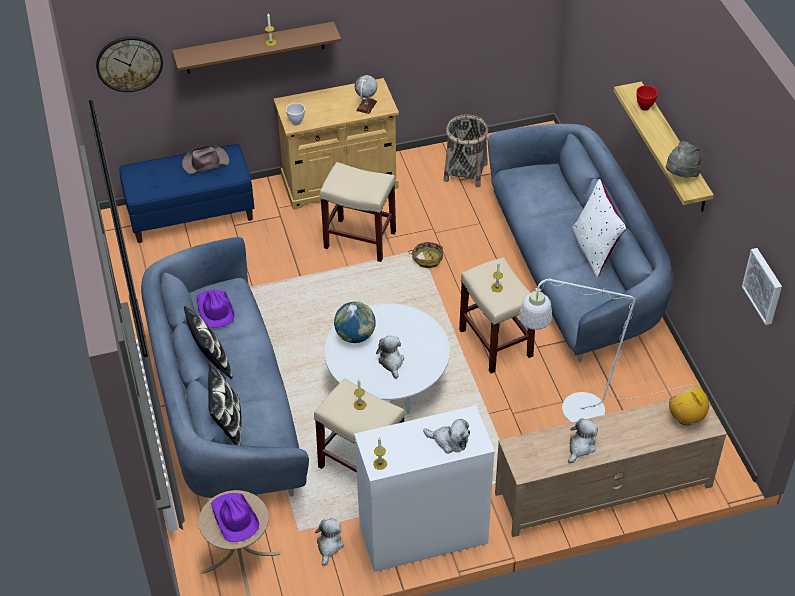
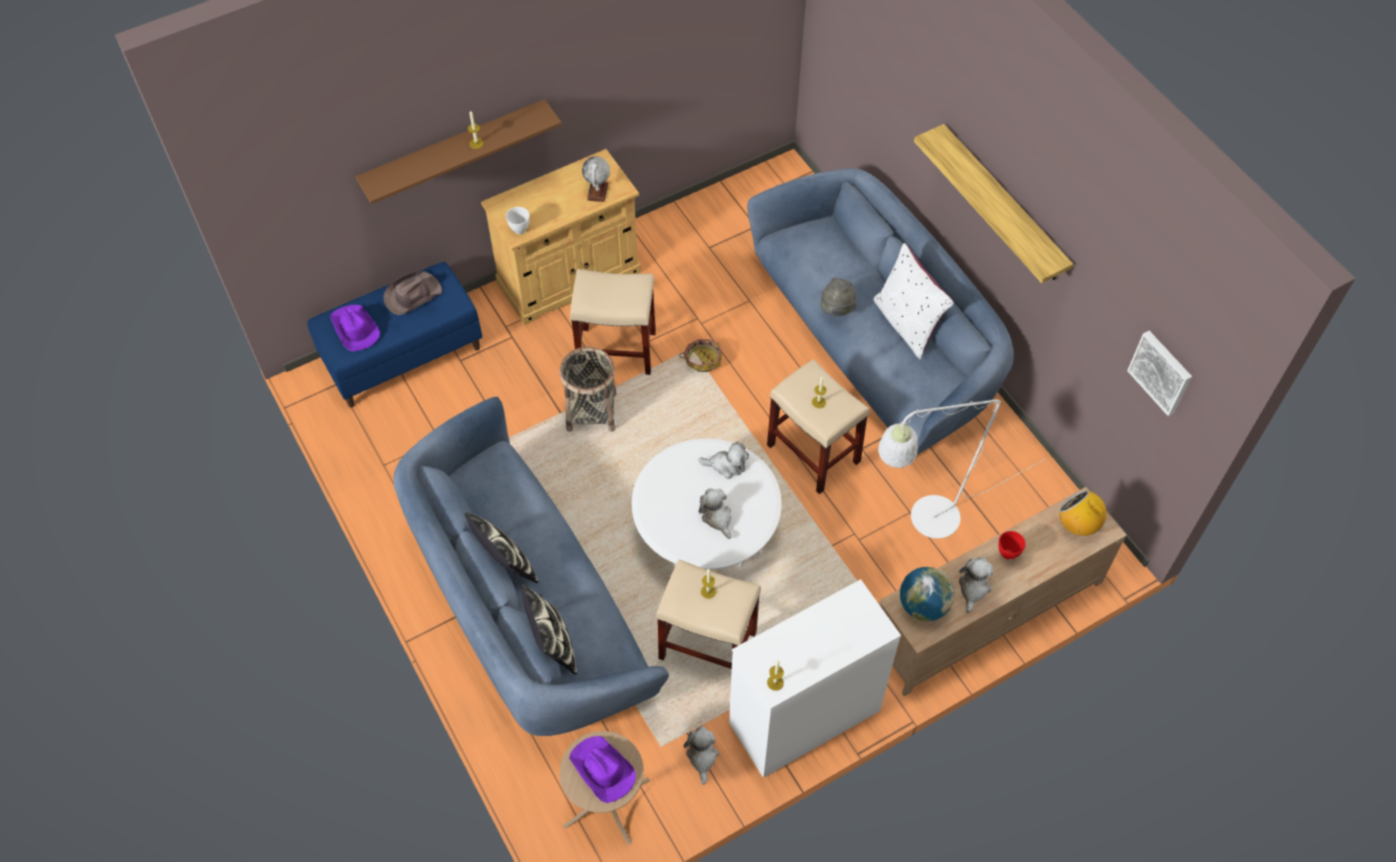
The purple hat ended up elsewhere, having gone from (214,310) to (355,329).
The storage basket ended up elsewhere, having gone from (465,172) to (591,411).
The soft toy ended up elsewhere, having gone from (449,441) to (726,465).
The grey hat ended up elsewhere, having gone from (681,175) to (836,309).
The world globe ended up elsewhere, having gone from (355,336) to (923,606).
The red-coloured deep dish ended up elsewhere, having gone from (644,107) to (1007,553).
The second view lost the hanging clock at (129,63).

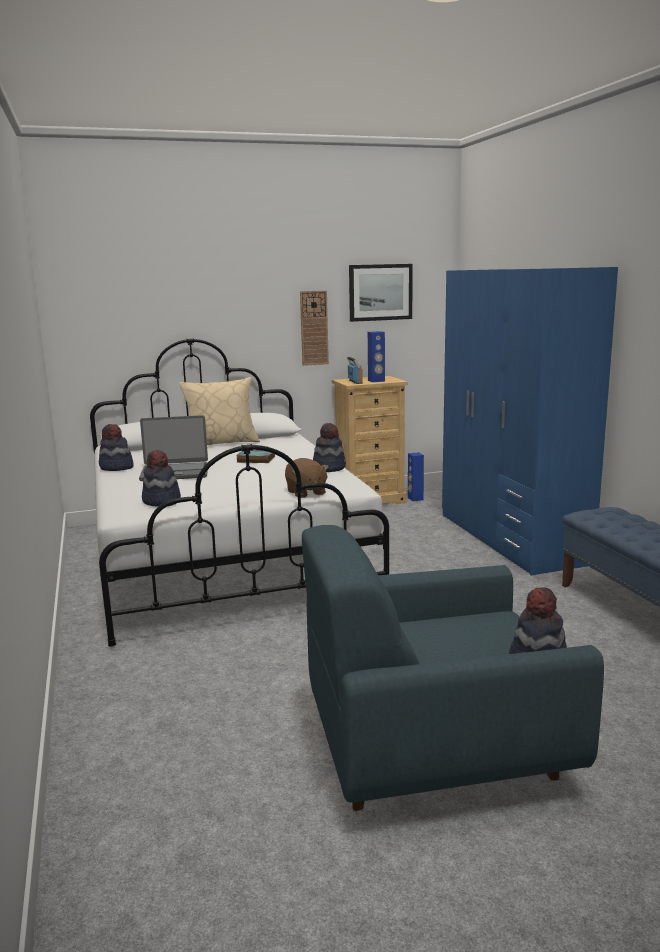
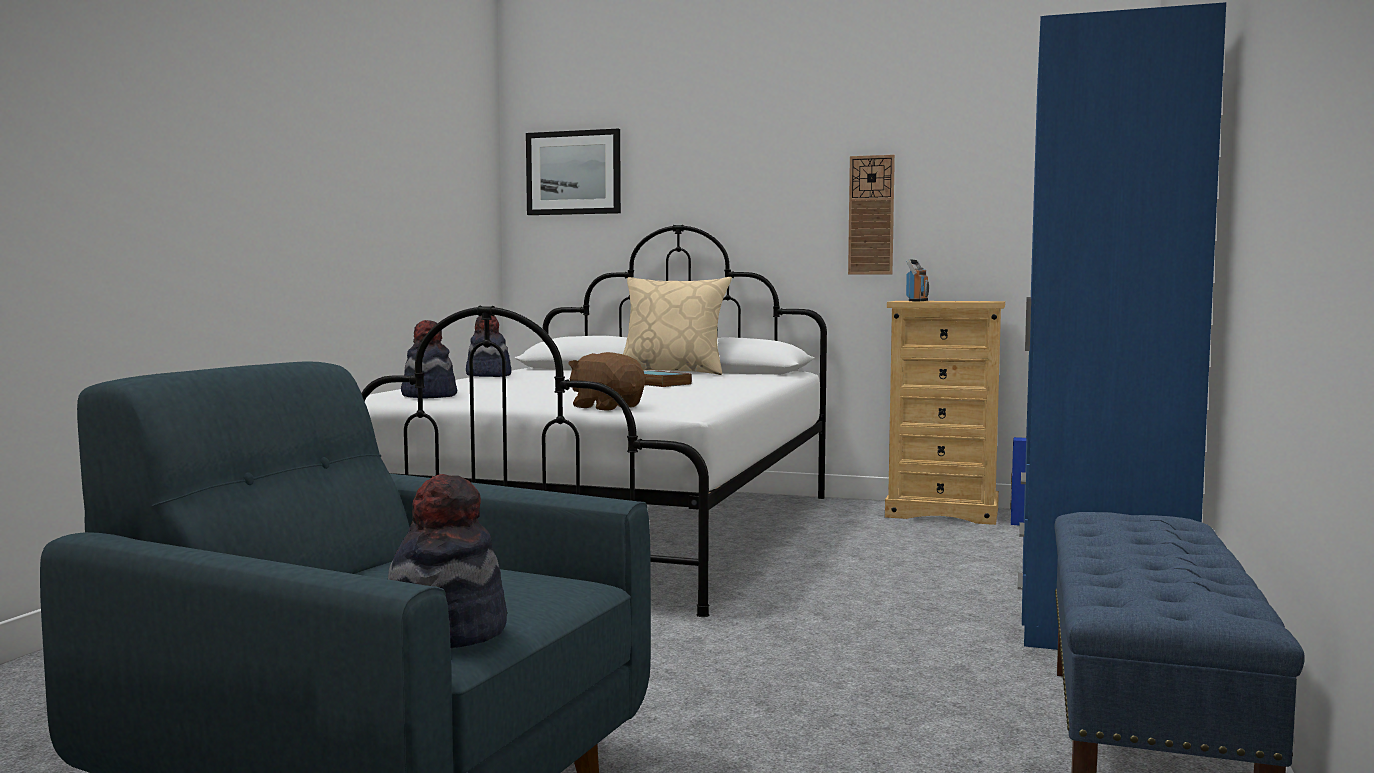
The wall art ended up elsewhere, having gone from (380,292) to (573,173).
The brown-coloured soft toy at (306,492) ended up facing another way, 120 degrees clockwise from before.
The second view lost the portable computer at (175,473).
The second view lost the hat at (329,468).
The second view lost the blue loudspeaker at (376,381).

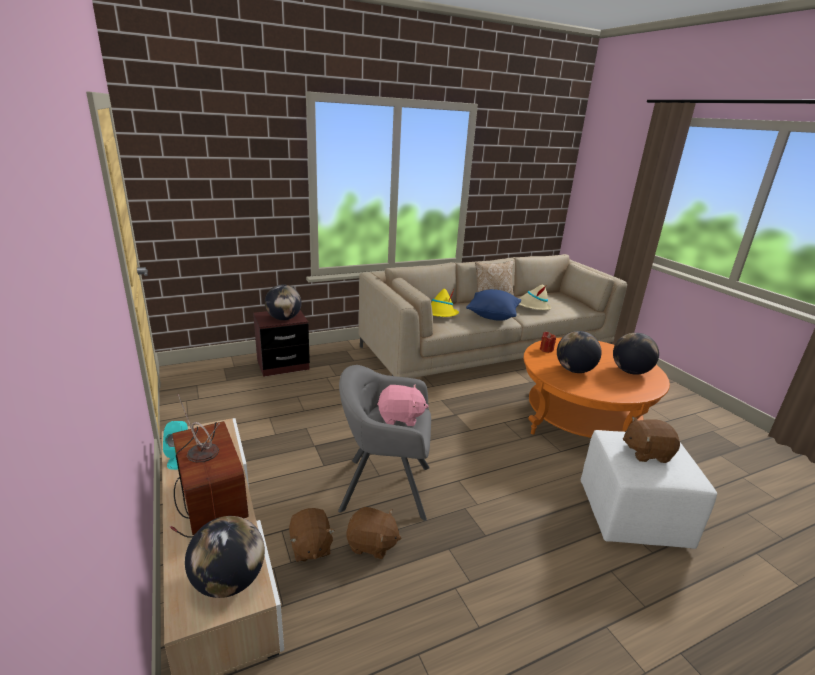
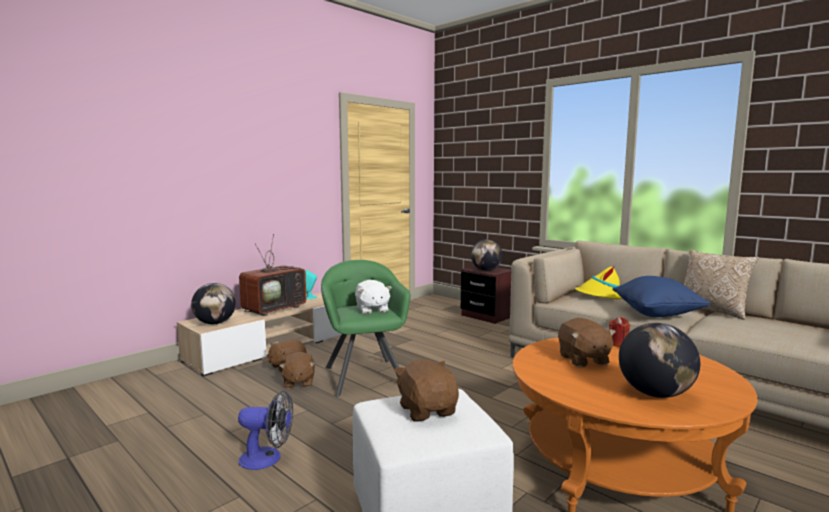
The second view gained the electric fan at (267,459).
What was the grey armchair at (385,487) turned into the greenish armchair at (365,376).
What was the pink soft toy at (400,418) turned into the white soft toy at (372,310).
Where the world globe stood at (574,370), the brown-coloured soft toy came to stand at (583,360).
The second view lost the beige hat at (532,307).

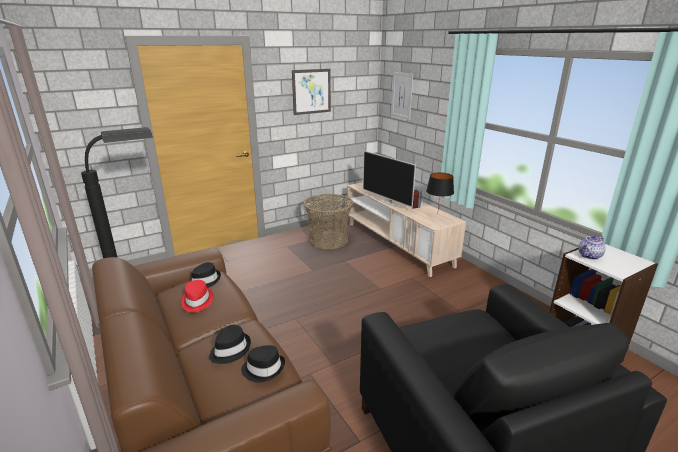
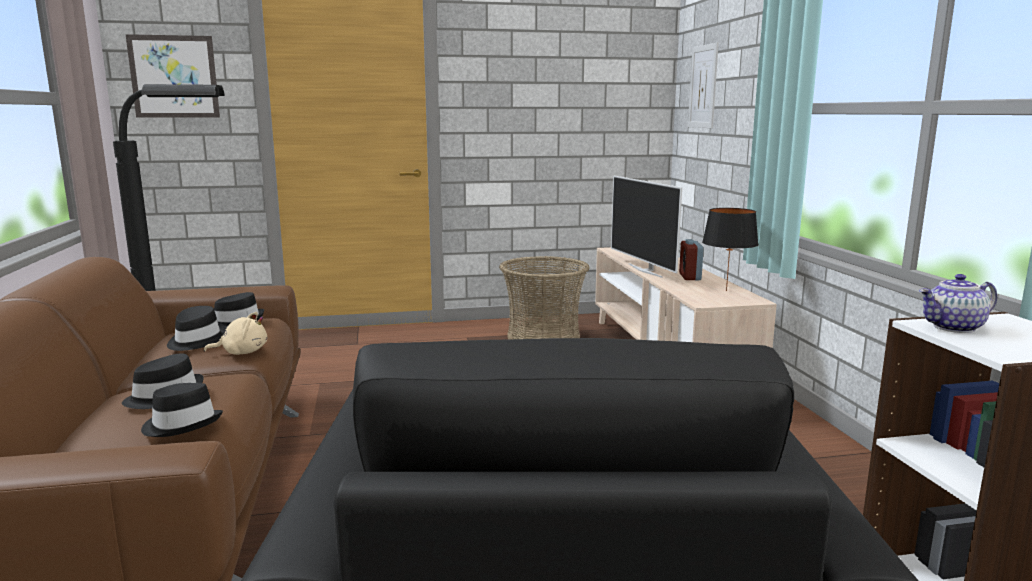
The wall art ended up elsewhere, having gone from (311,91) to (174,77).
What was the red-coloured hat at (196,301) turned into the black hat at (195,340).
The second view gained the beige soft toy at (242,352).

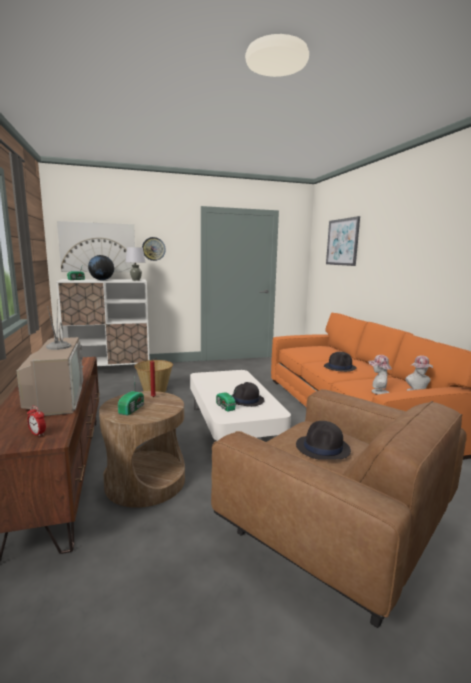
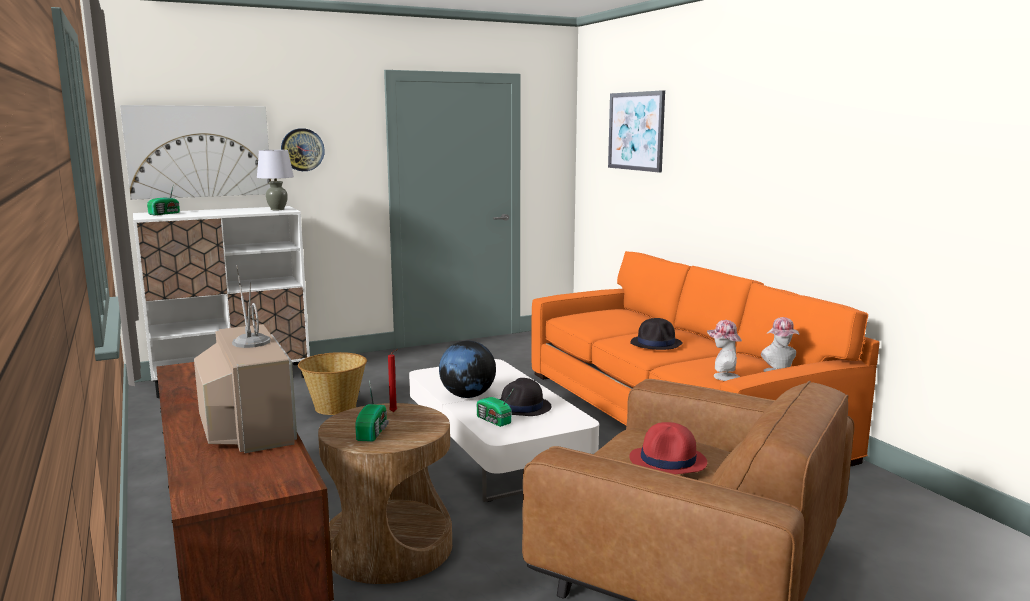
The world globe ended up elsewhere, having gone from (102,280) to (467,396).
What was the black hat at (323,448) turned into the red-coloured hat at (668,461).
The second view lost the alarm clock at (37,434).

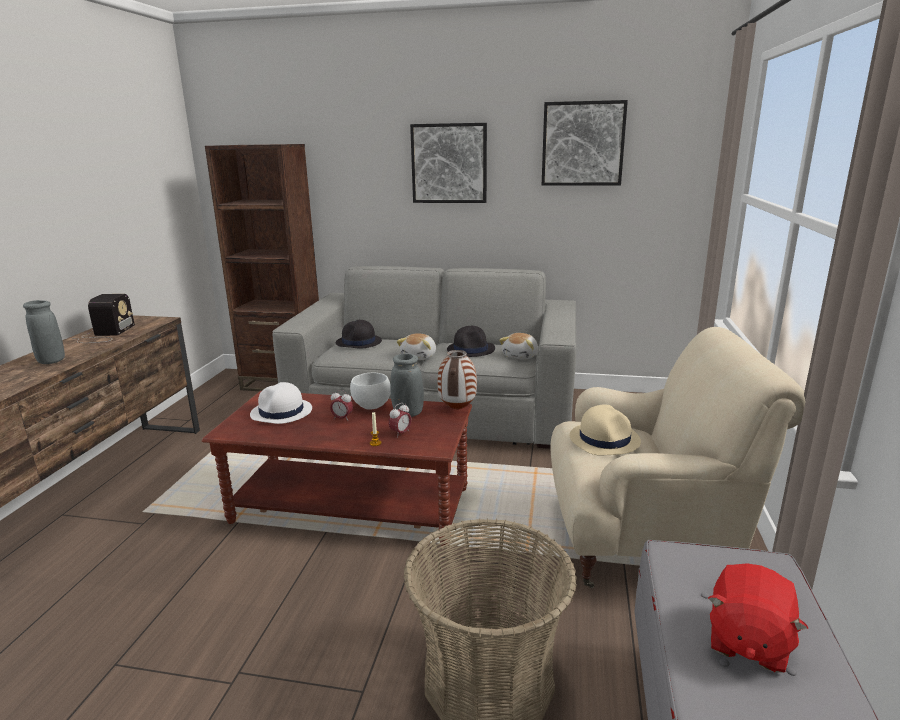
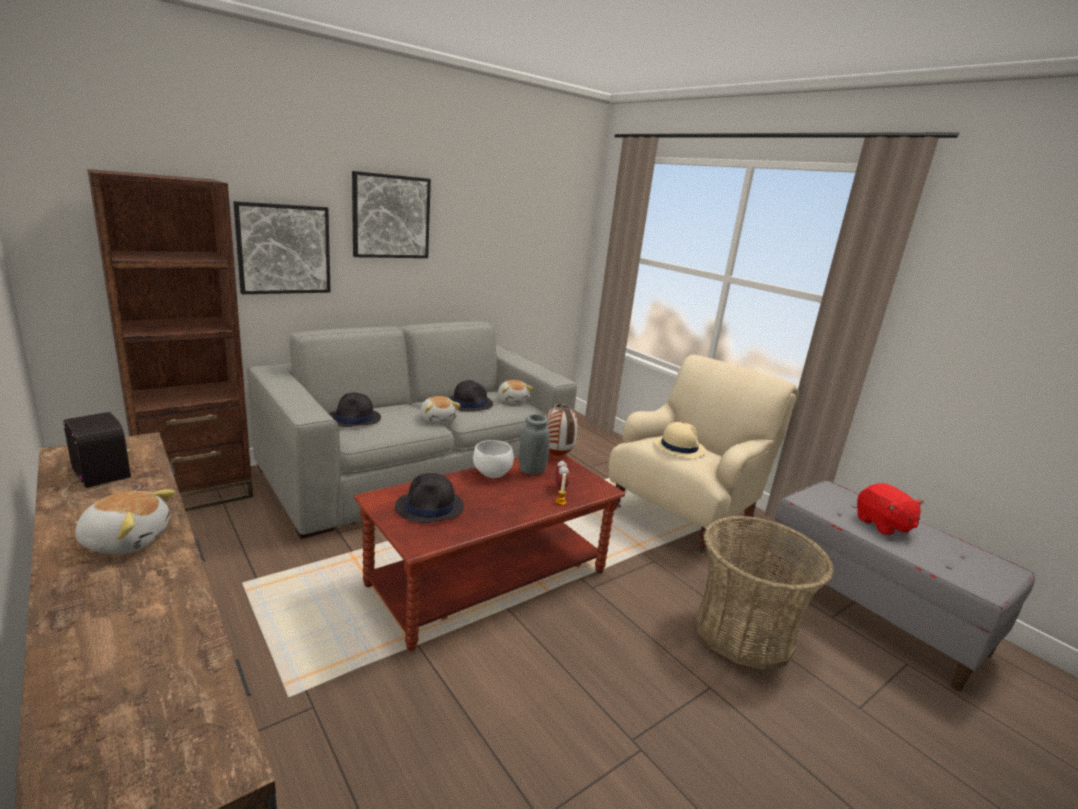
Where the grey decorative vase stood at (51,361), the soft toy came to stand at (126,540).
The wall art ended up elsewhere, having gone from (583,144) to (284,249).
What was the white hat at (281,412) turned into the black hat at (430,507).
The second view lost the alarm clock at (342,418).

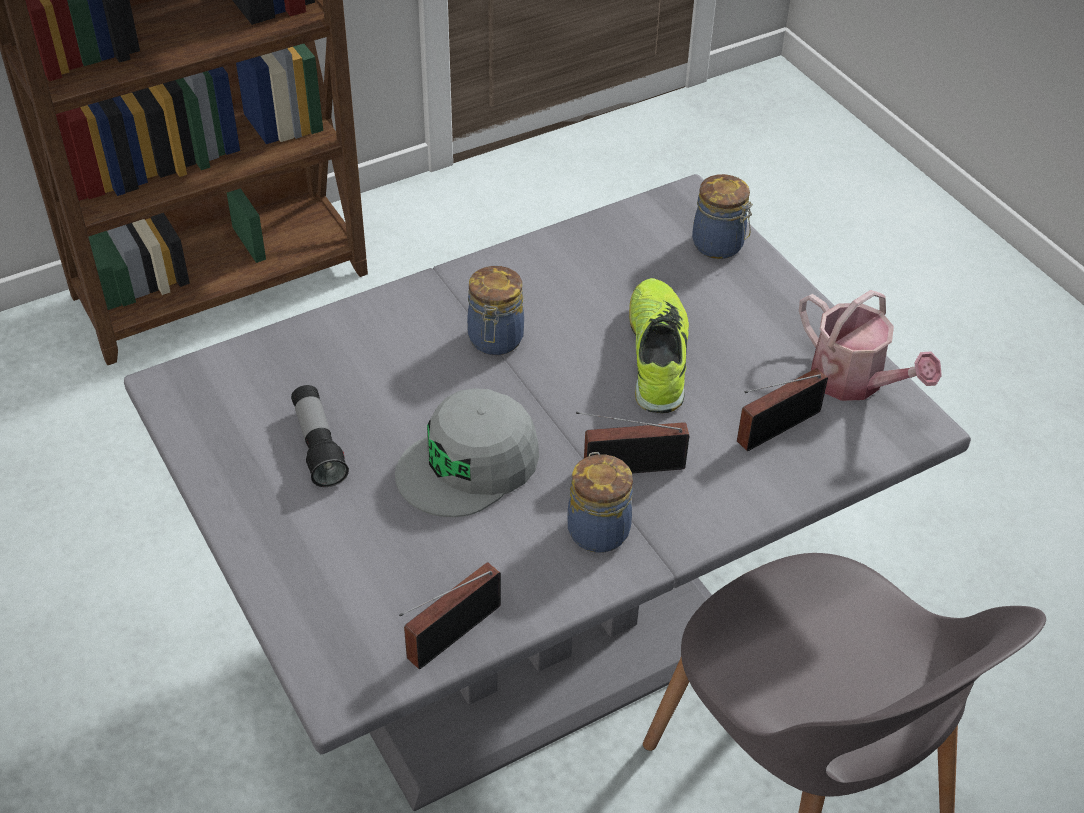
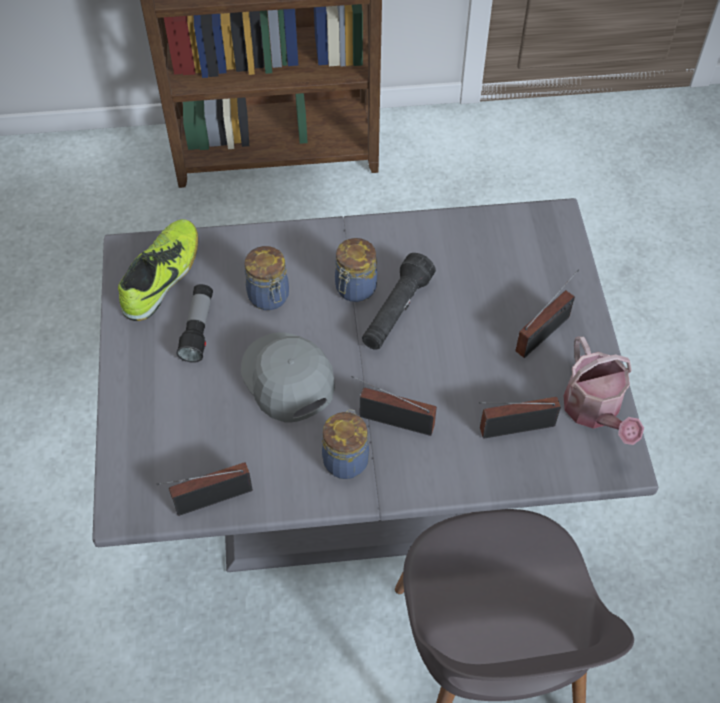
The item of footwear ended up elsewhere, having gone from (657,355) to (162,276).
The grey cap at (469,464) ended up facing another way, 75 degrees clockwise from before.
The storage jar ended up elsewhere, having gone from (719,245) to (269,297).
The second view gained the black hand torch at (396,312).
The second view gained the radio set at (545,332).

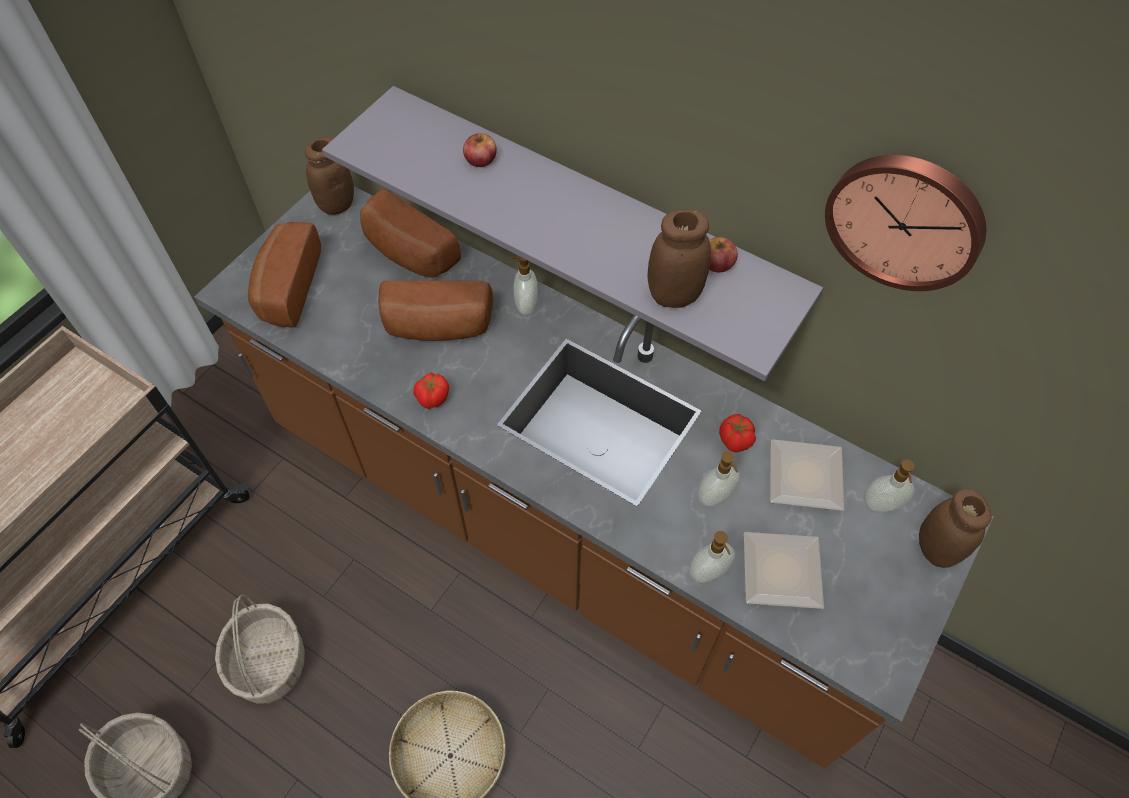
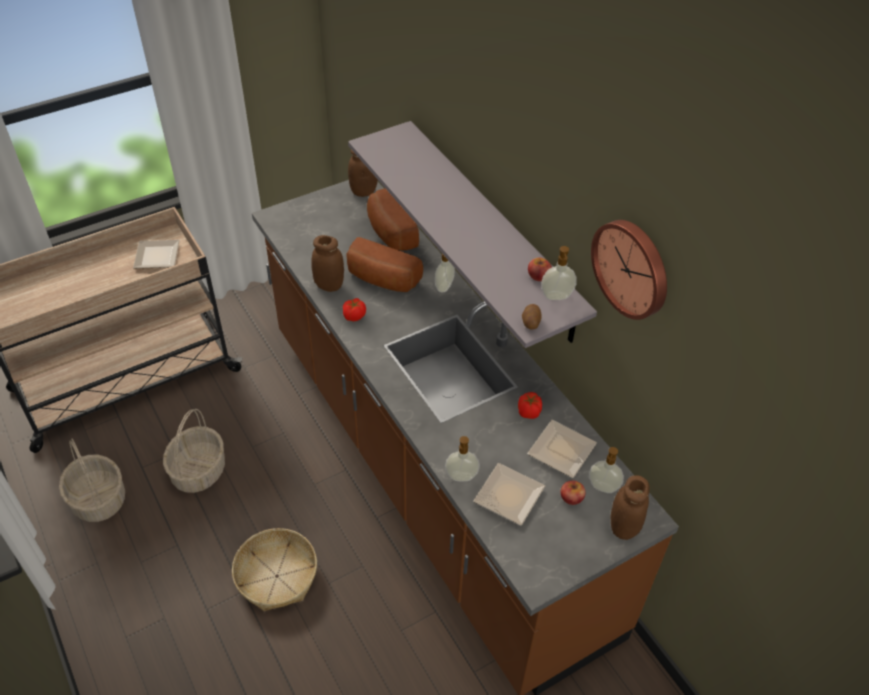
The second view gained the flat dish at (156,255).
The brown-coloured storage jar ended up elsewhere, having gone from (674,295) to (329,285).
The second view gained the whole potato at (530,322).
The soap dispenser ended up elsewhere, having gone from (716,498) to (556,297).
The whole apple ended up elsewhere, having gone from (480,159) to (571,497).
The second view lost the bakery bread at (286,287).

